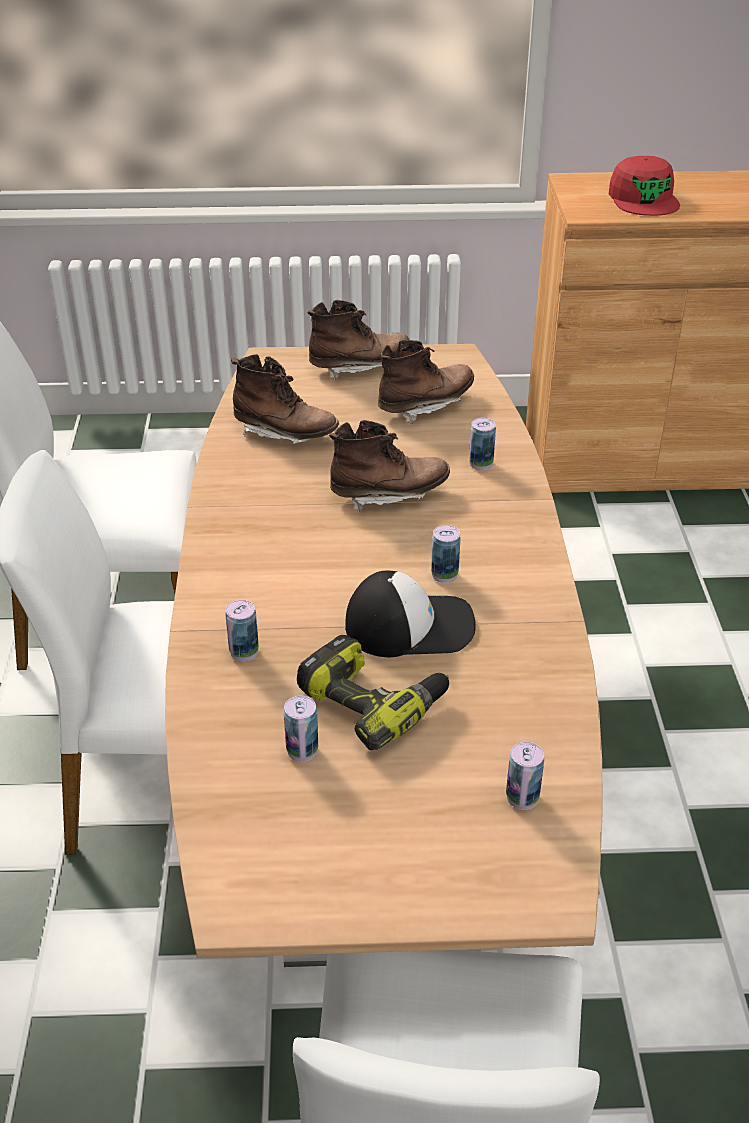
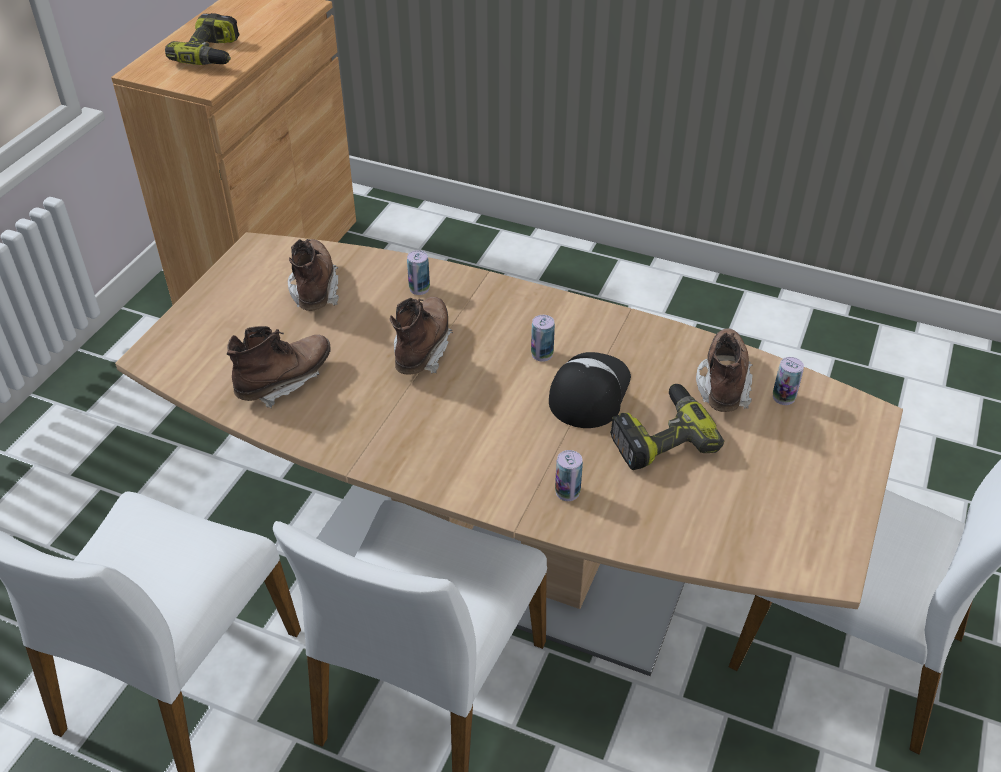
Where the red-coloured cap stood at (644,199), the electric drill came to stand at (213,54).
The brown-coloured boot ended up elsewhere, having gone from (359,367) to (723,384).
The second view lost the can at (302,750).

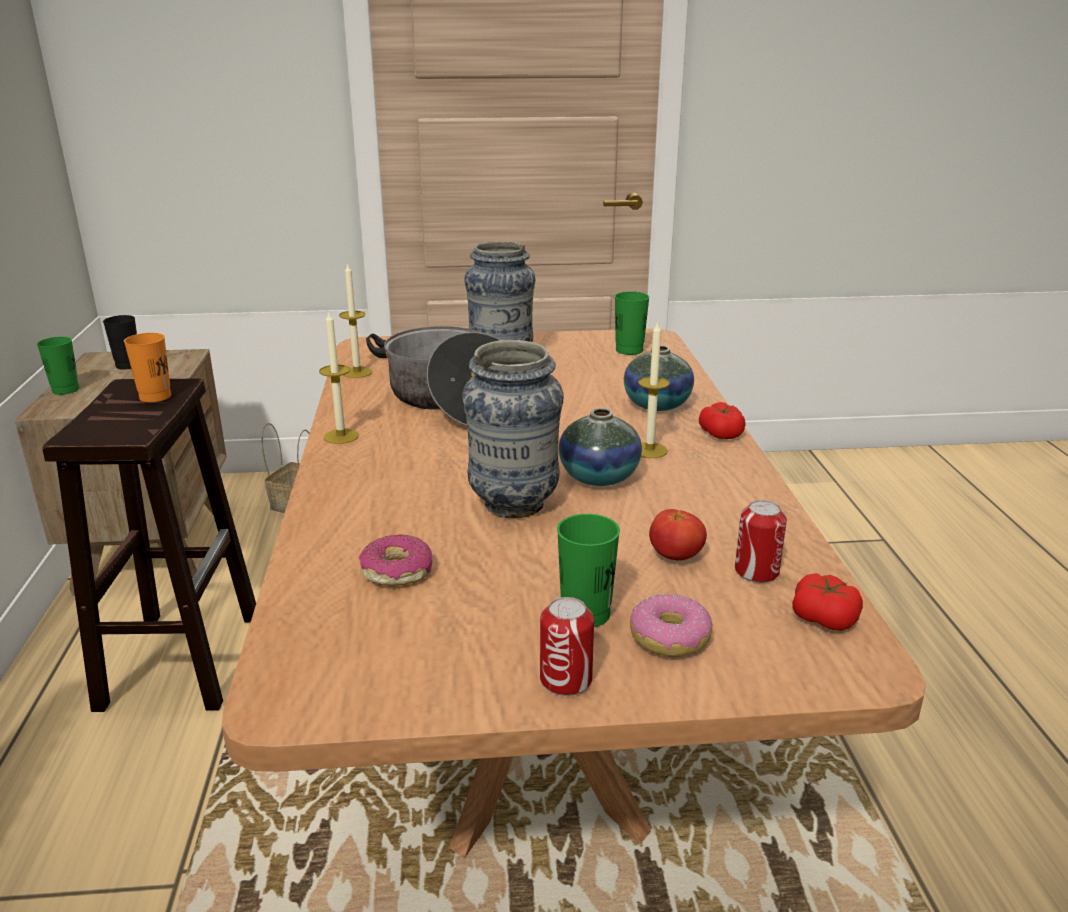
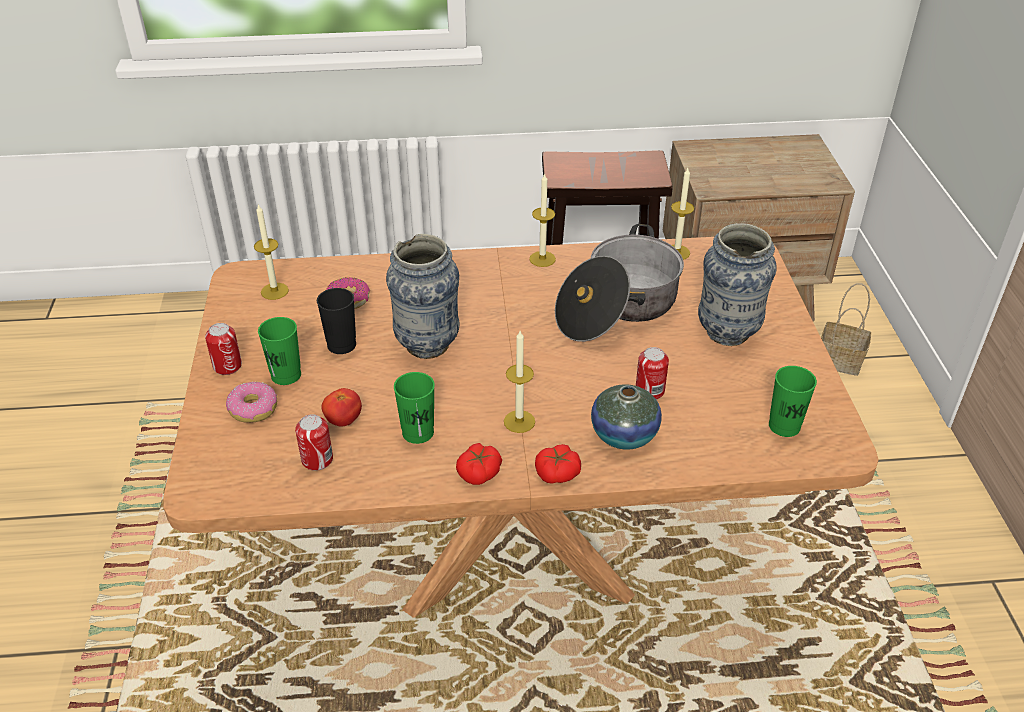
The second view gained the wax light at (274,291).
The black cup ended up elsewhere, having gone from (128,365) to (341,345).
The greenish cup ended up elsewhere, having gone from (65,390) to (418,432).
The tomato ended up elsewhere, having gone from (824,617) to (479,472).
The second view gained the can at (649,391).
The second view lost the orange cup at (155,397).
The second view lost the decorative vase at (599,477).

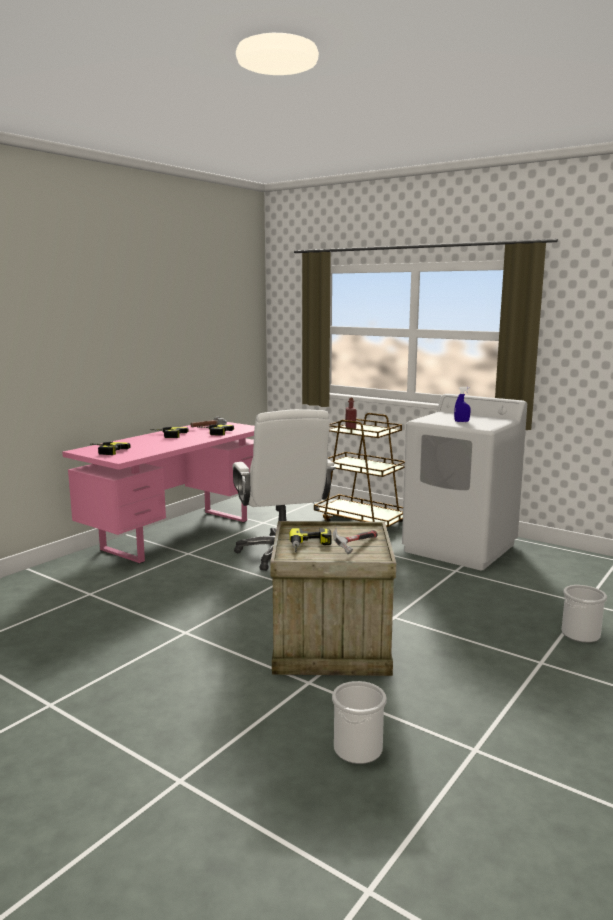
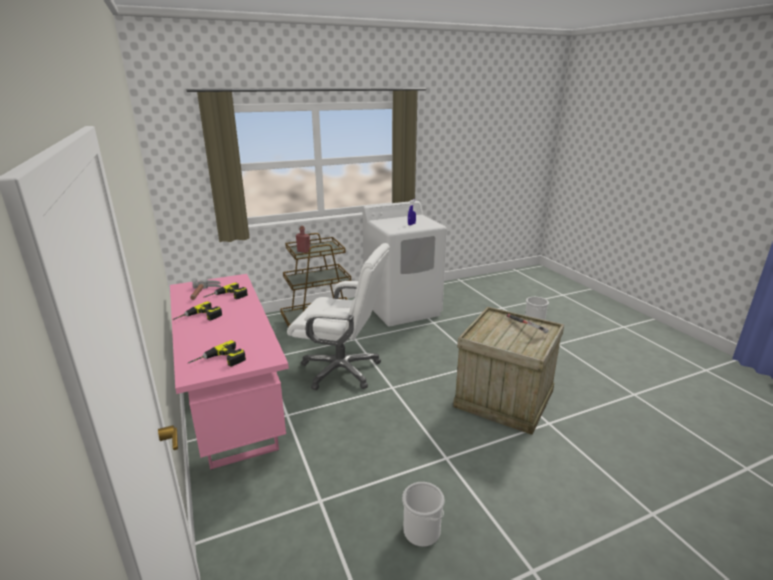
The bucket ended up elsewhere, having gone from (357,748) to (421,531).
The second view lost the electric drill at (310,546).

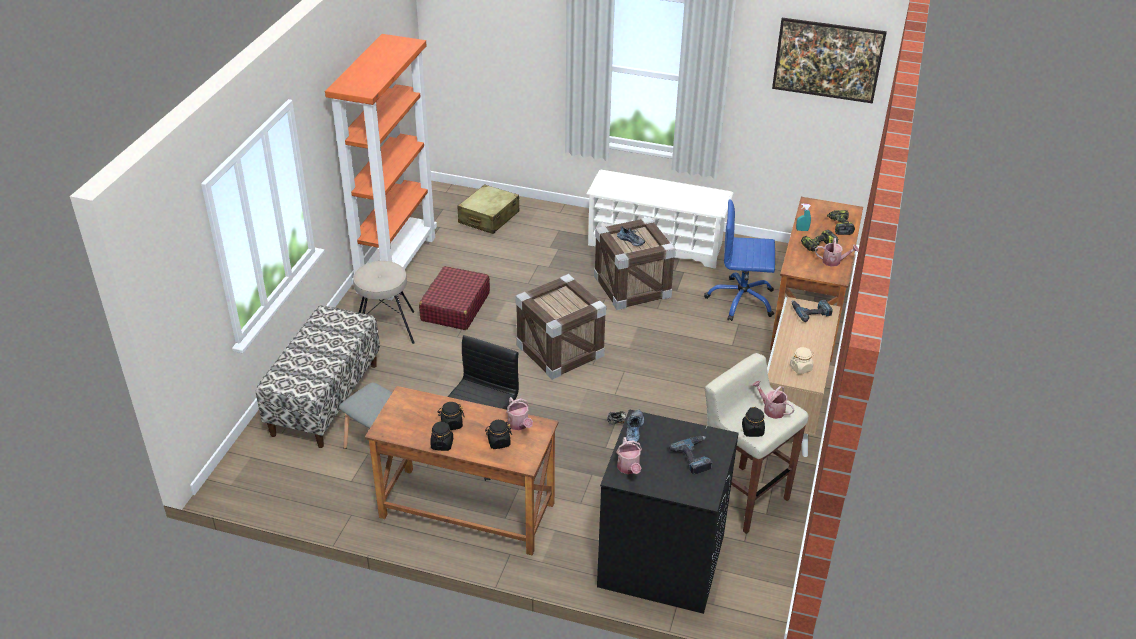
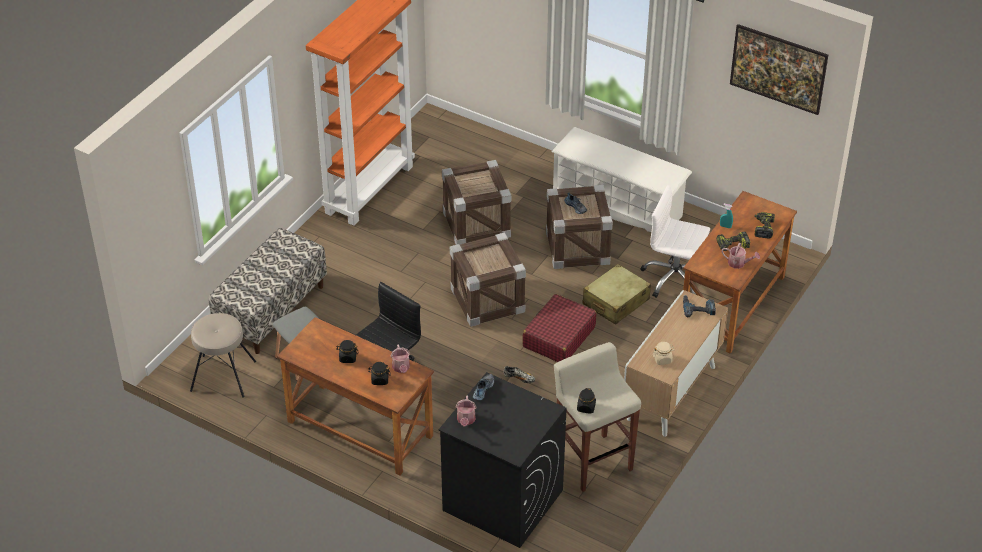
The beige stool ended up elsewhere, having gone from (385,328) to (223,375).
The second view gained the crate at (476,224).
The red-coloured piece of luggage ended up elsewhere, having gone from (455,307) to (558,337).
The beige piece of luggage ended up elsewhere, having gone from (488,218) to (615,302).
What was the blue computer chair at (741,300) turned into the white computer chair at (674,278).
The second view lost the black storage jar at (442,444).
The second view lost the electric drill at (695,457).
The second view lost the watering pot at (771,409).

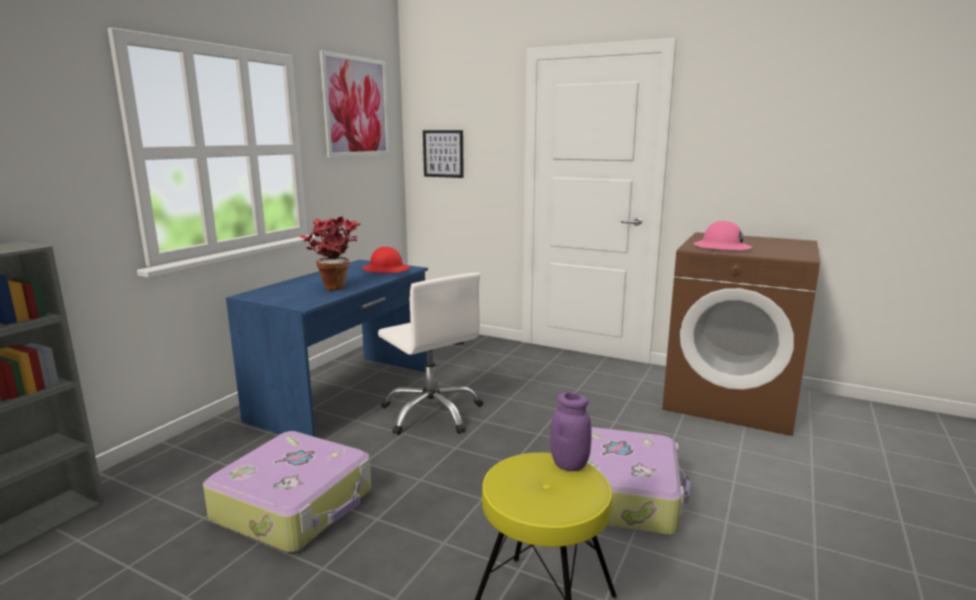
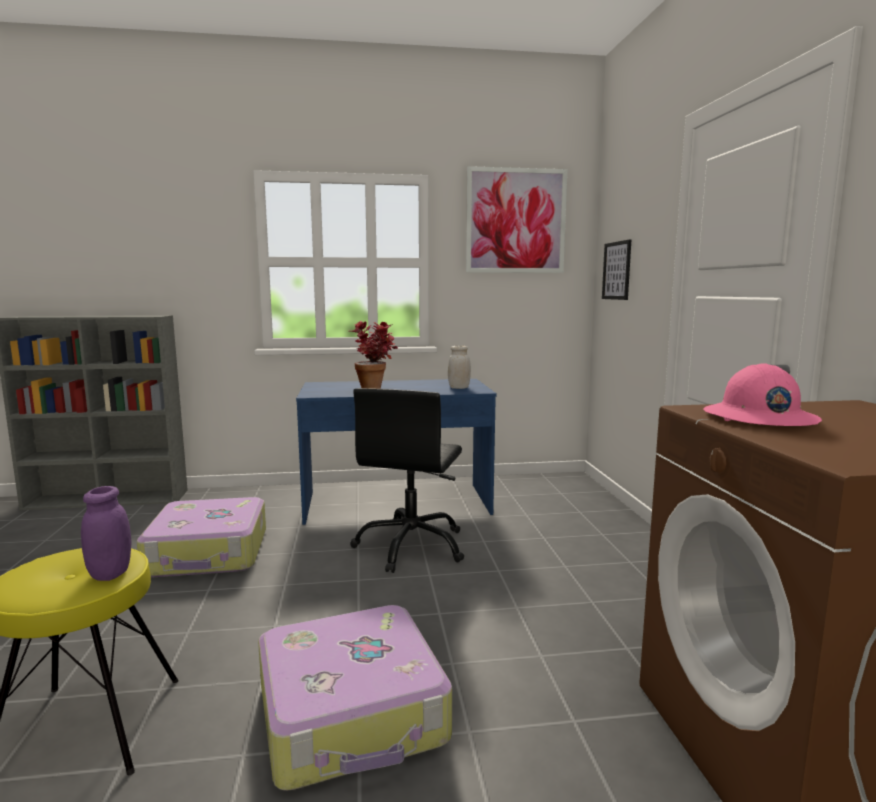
What was the white computer chair at (432,413) turned into the black computer chair at (411,546).
Where the red-coloured work helmet stood at (386,269), the white storage jar came to stand at (459,388).

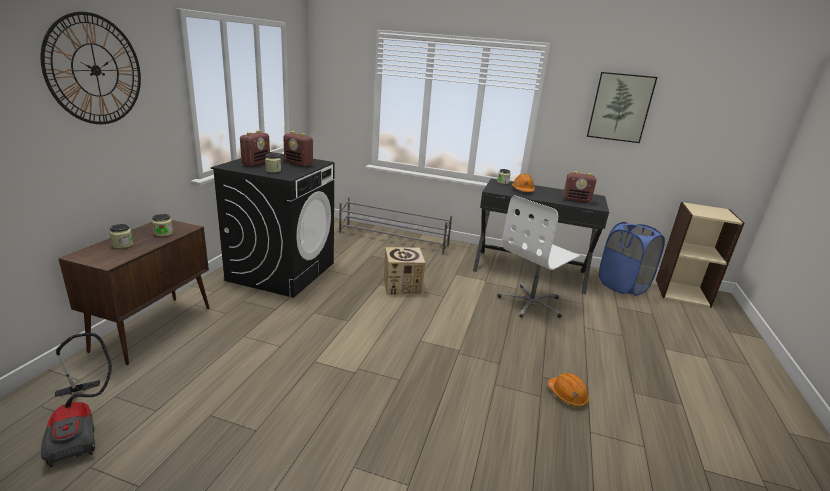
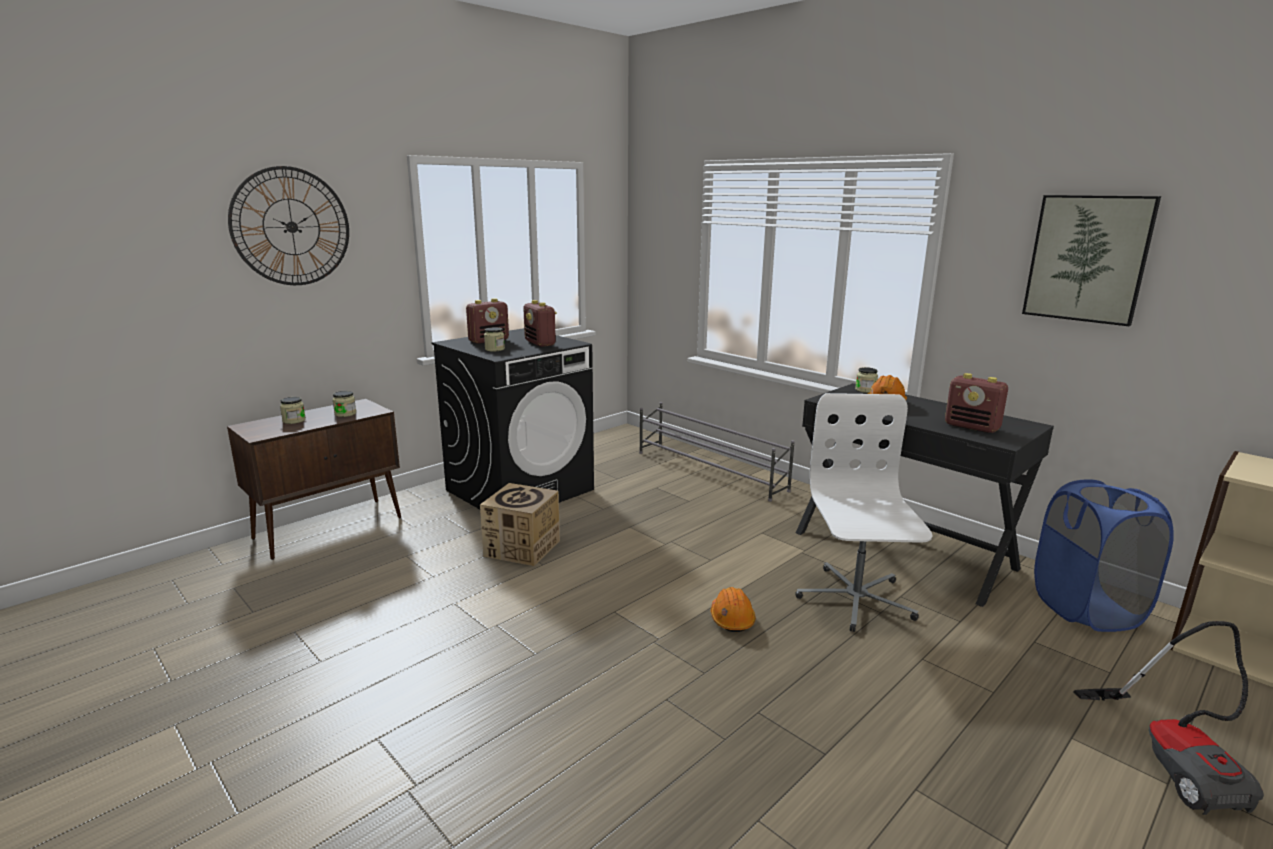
The cardboard box ended up elsewhere, having gone from (402,286) to (522,548).
The orange work helmet ended up elsewhere, having gone from (567,395) to (732,619).
The white computer chair at (531,303) ended up facing another way, 105 degrees clockwise from before.
The vacuum ended up elsewhere, having gone from (80,427) to (1175,760).

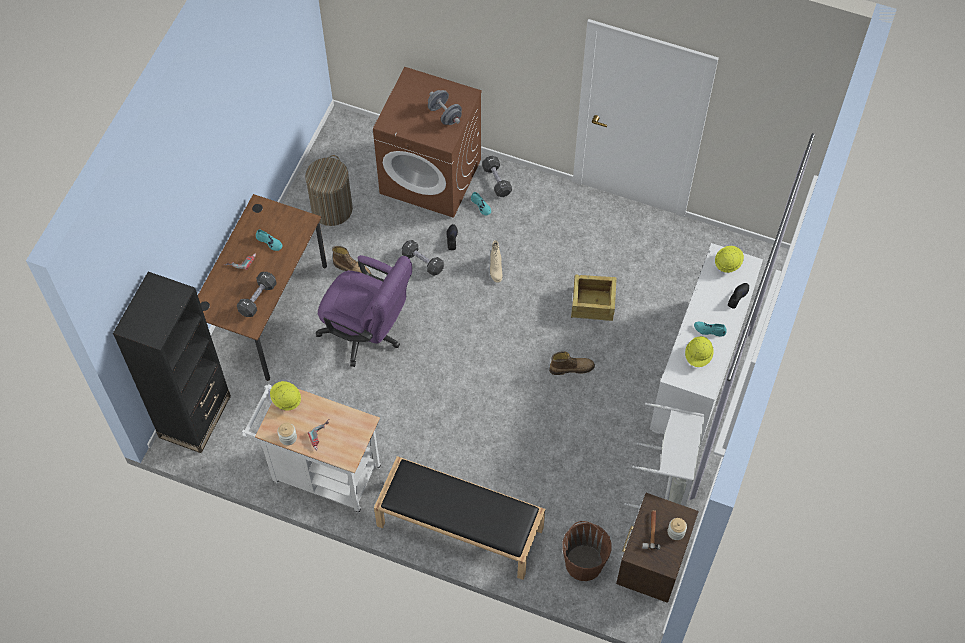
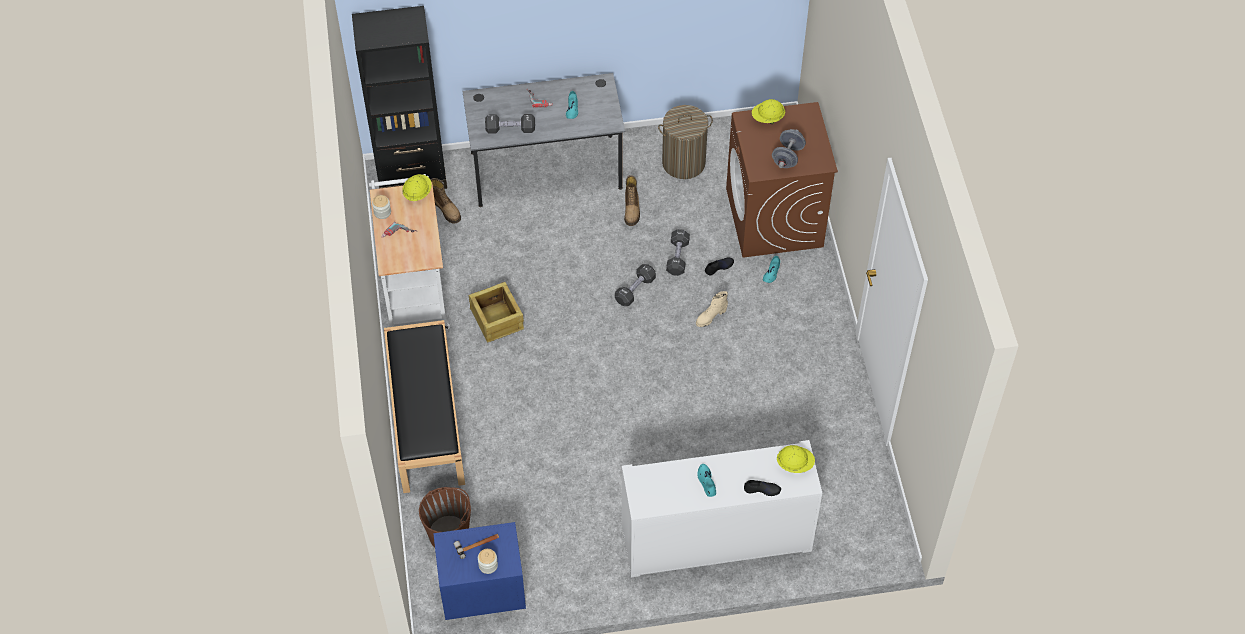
The boot ended up elsewhere, having gone from (571,367) to (446,209).
What was the brown-coloured nightstand at (651,563) turned into the blue nightstand at (481,590).
What was the brown-coloured desk at (267,311) turned into the grey desk at (546,170).
The crate ended up elsewhere, having gone from (593,304) to (496,320).
The black dumbbell ended up elsewhere, having gone from (496,181) to (635,290).
The yellowish work helmet ended up elsewhere, having gone from (698,356) to (767,118).
The second view lost the purple computer chair at (367,334).
The second view lost the grey washing basket at (668,482).

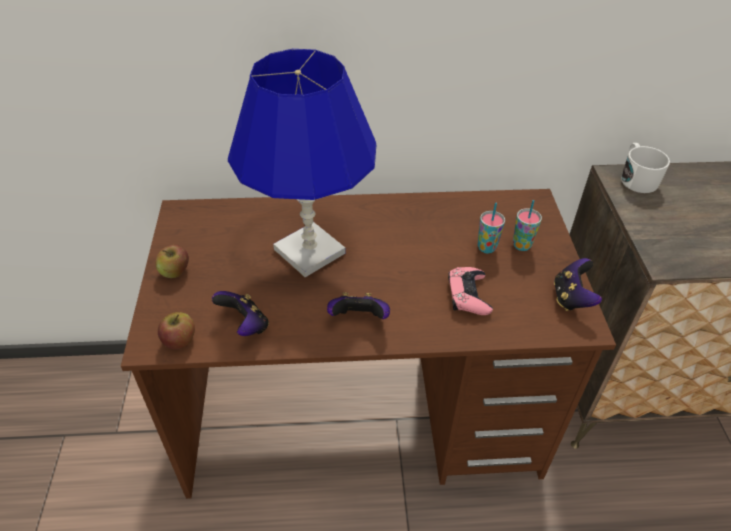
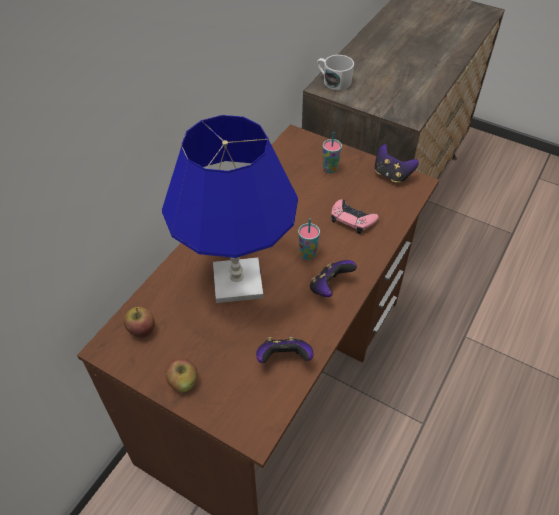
The whole apple ended up elsewhere, having gone from (179,340) to (141,329).
The cup ended up elsewhere, having gone from (486,248) to (307,254).

